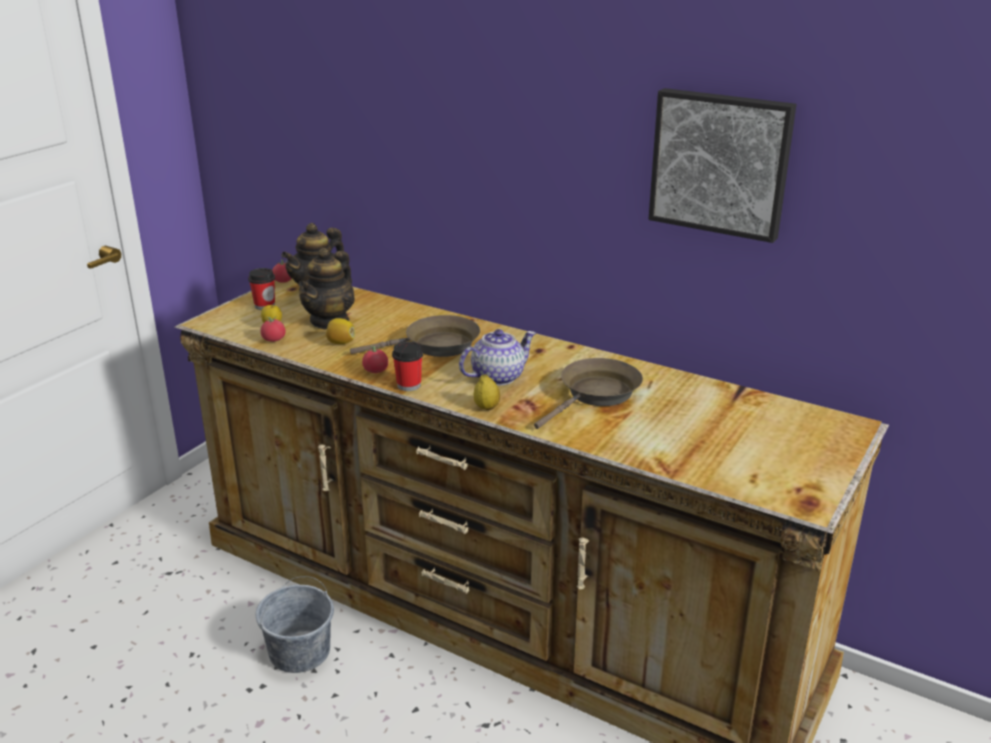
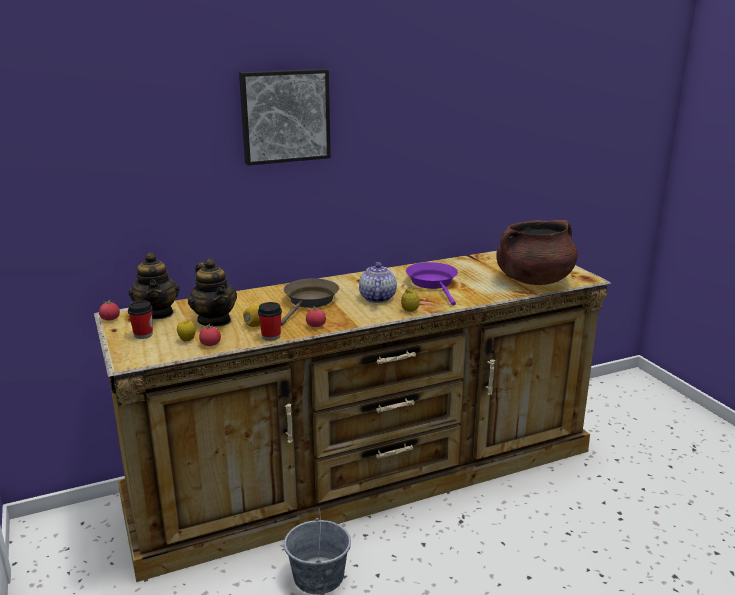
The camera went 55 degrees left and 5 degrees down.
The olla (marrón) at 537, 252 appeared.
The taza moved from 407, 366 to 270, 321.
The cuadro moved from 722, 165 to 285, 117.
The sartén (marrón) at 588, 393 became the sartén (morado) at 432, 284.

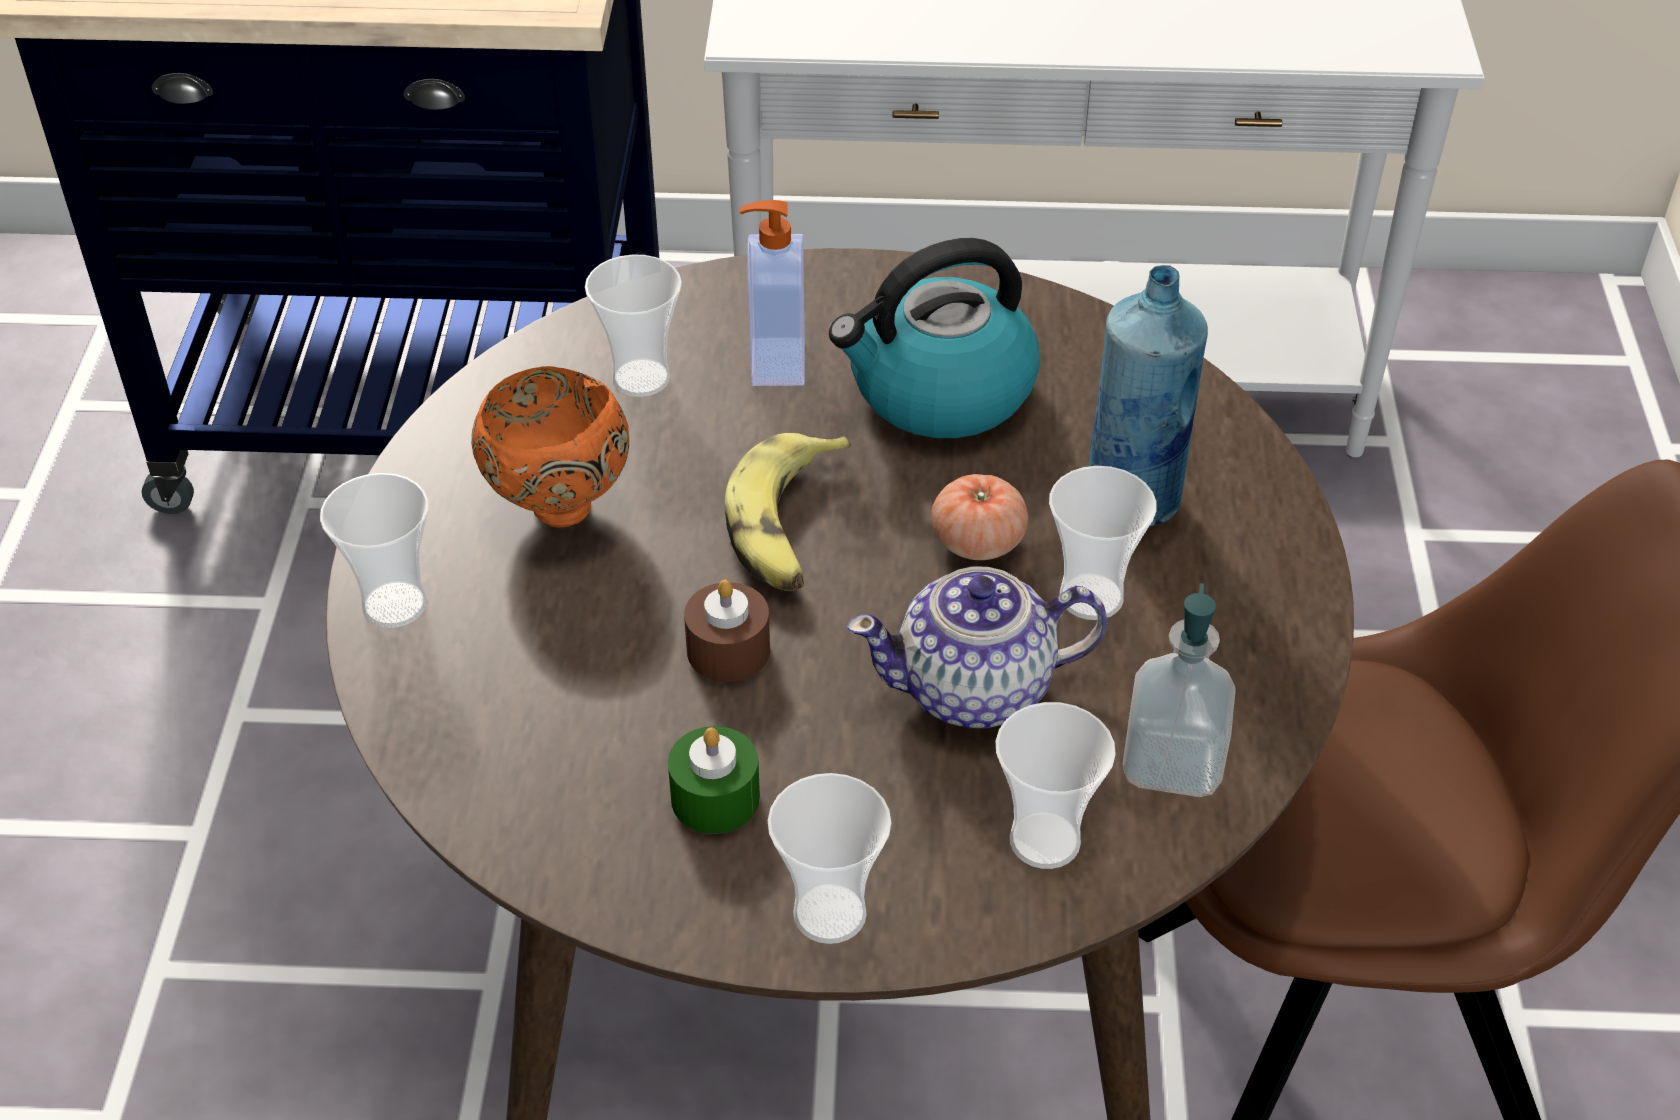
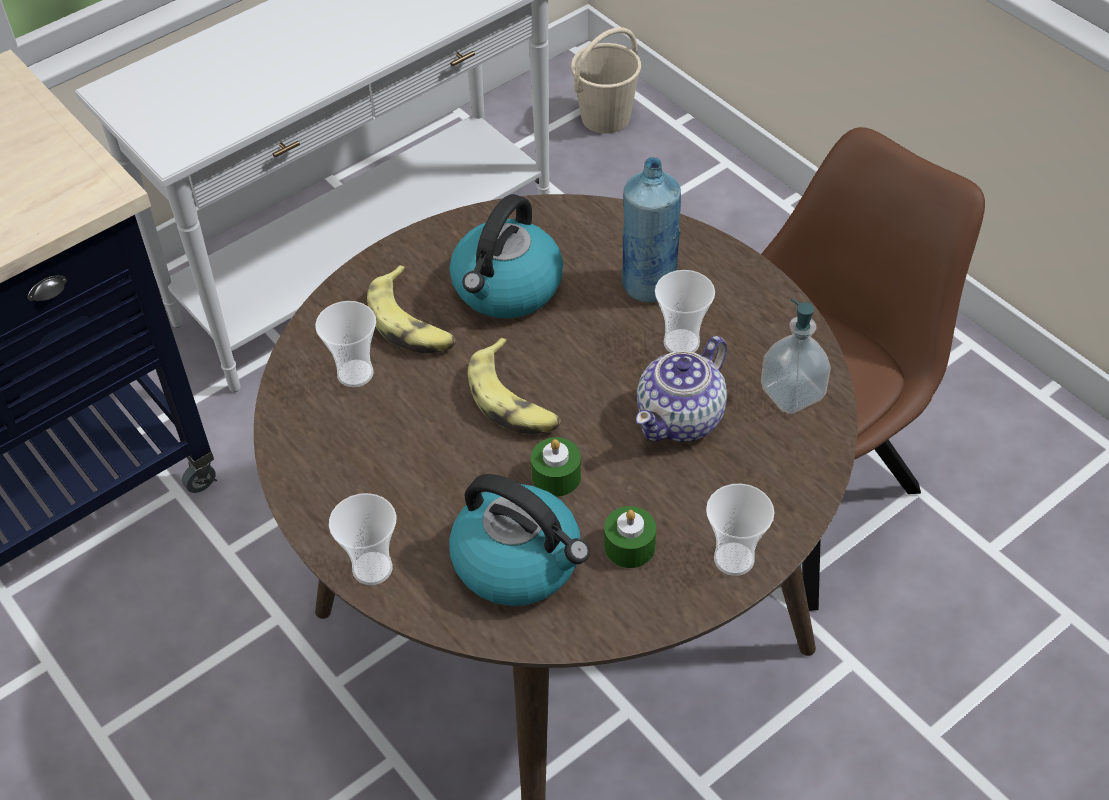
The camera went 40 degrees left and 5 degrees up.
The cuenco (naranja) at 550, 447 disappeared.
The tomate at 980, 517 disappeared.
The taza at 1056, 785 disappeared.
The hervidor at 519, 540 appeared.
The cubo (beis) at 606, 80 appeared.
The dispensador de jabón at 772, 293 was replaced by the plátano at 411, 309.
The vela (marrón) at 727, 631 became the vela (verde) at 556, 467.

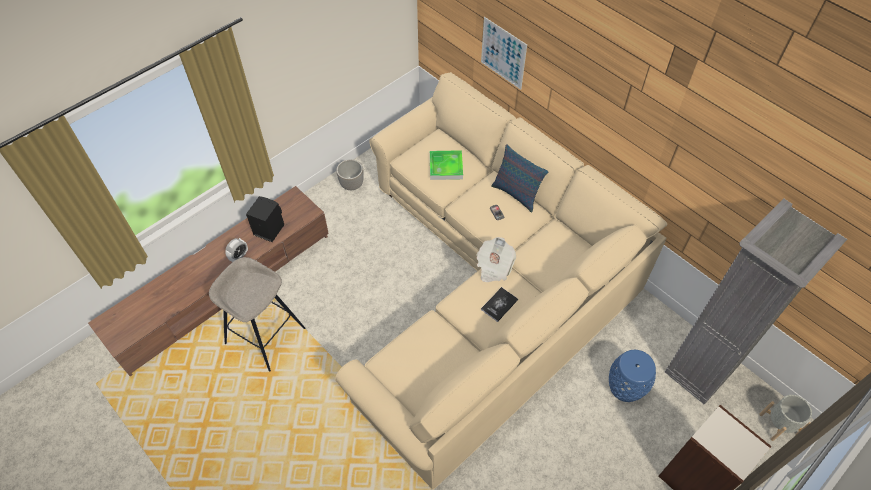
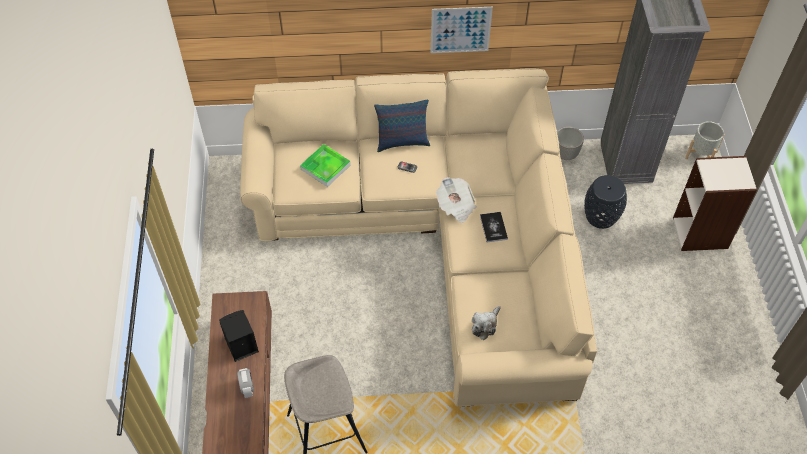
The camera went 50 degrees left and 0 degrees up.
The peluche at 486, 323 appeared.
The maceta moved from 350, 174 to 570, 143.
The cuadro moved from 504, 53 to 462, 30.
The taburete (azul) at 632, 376 became the taburete (negro) at 605, 202.

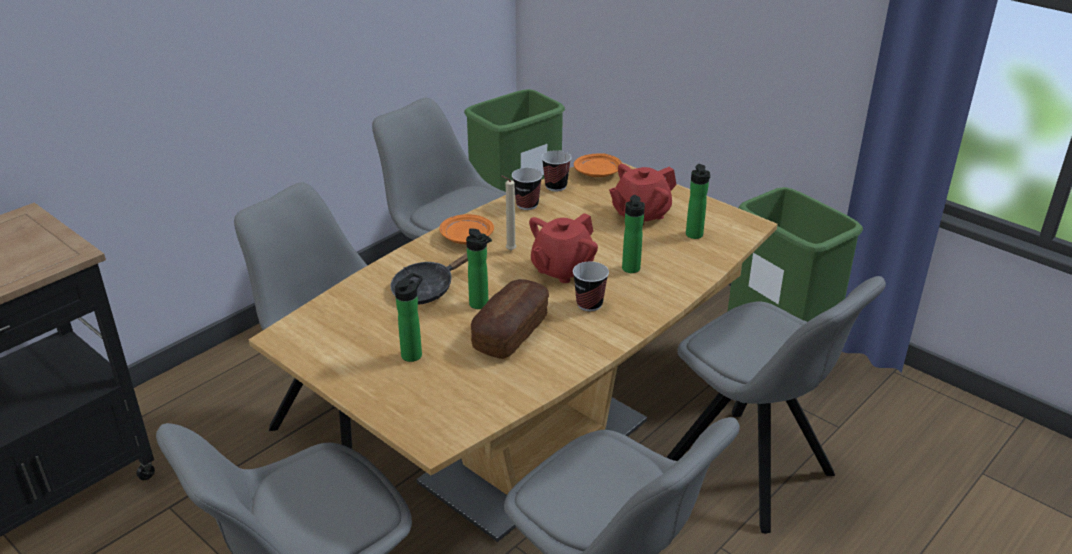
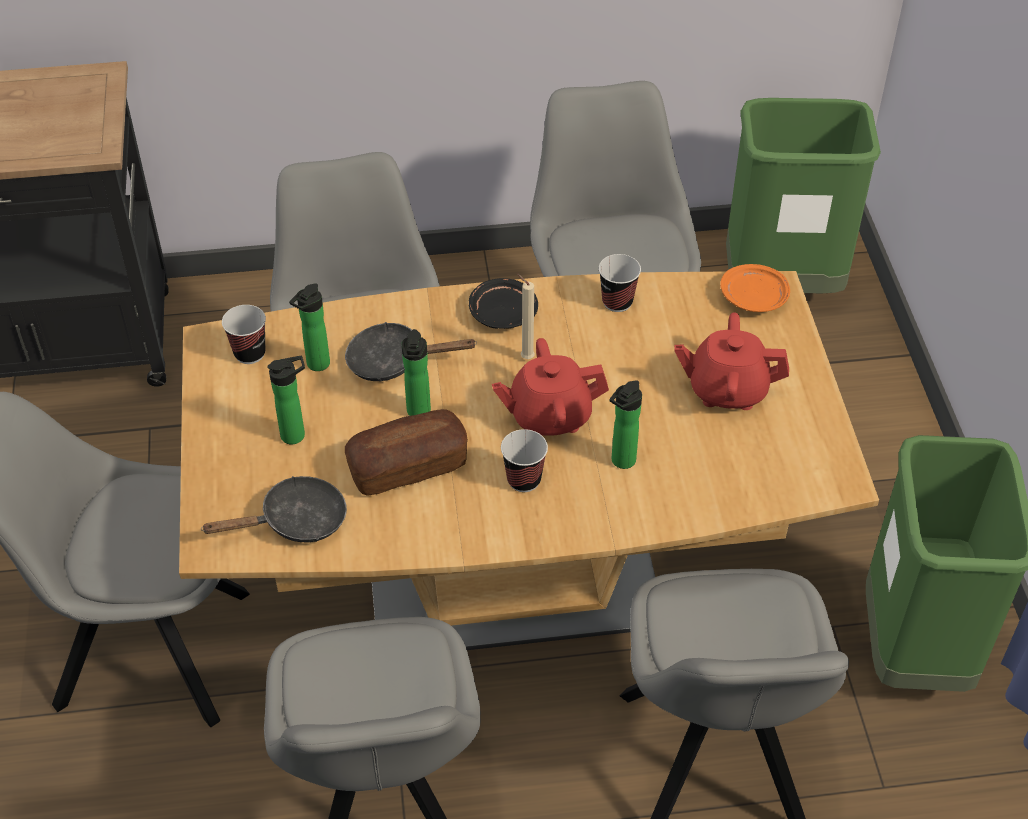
The camera went 40 degrees right and 15 degrees up.
The sartén (negro) at 274, 509 appeared.
The taza moved from 556, 170 to 244, 334.
The botella moved from 698, 201 to 309, 327.
The plato (naranja) at 467, 229 became the plato (negro) at 503, 303.

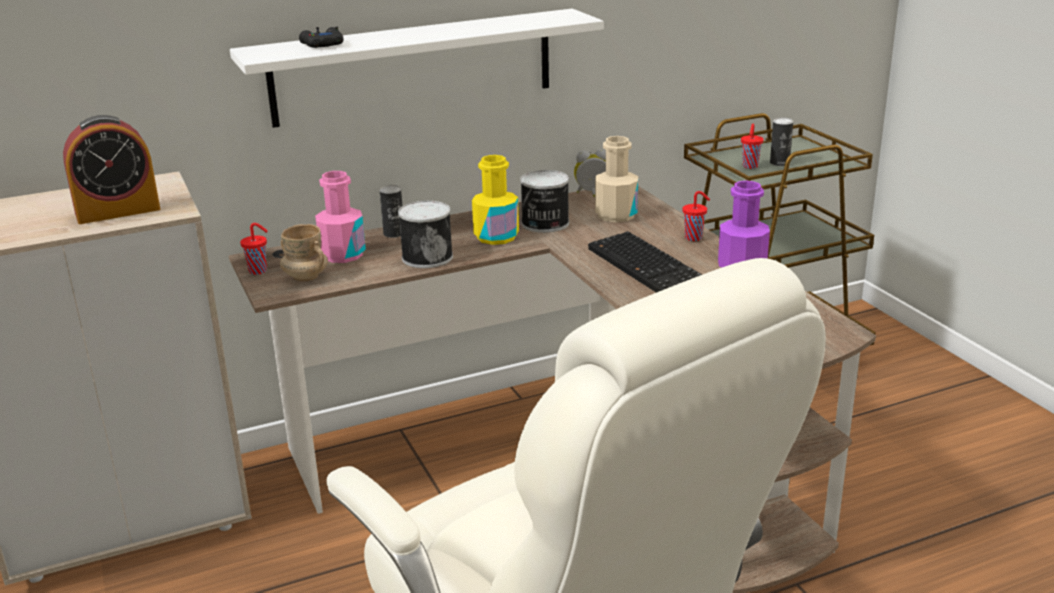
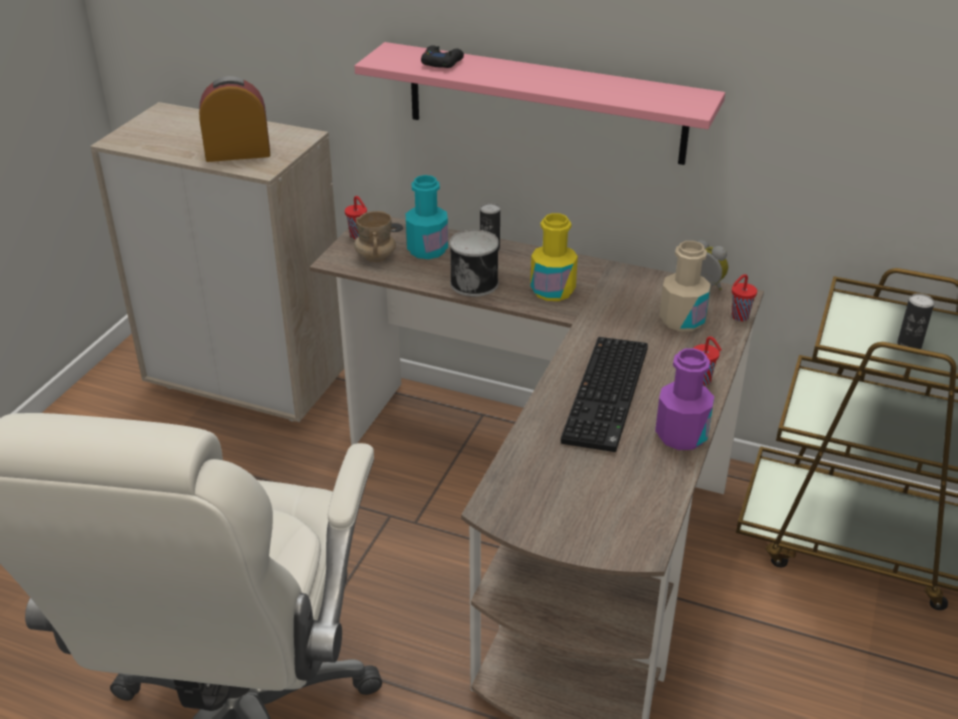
The camera went 45 degrees right and 10 degrees up.
The lata at 544, 201 disappeared.
The taza (rojo) moved from 752, 146 to 744, 297.
The estante (blanco) at 416, 68 became the estante (rosa) at 539, 103.
The botella (rosa) at 340, 217 became the botella (turquesa) at 427, 217.
The despertador at 111, 169 turned 150 degrees clockwise.

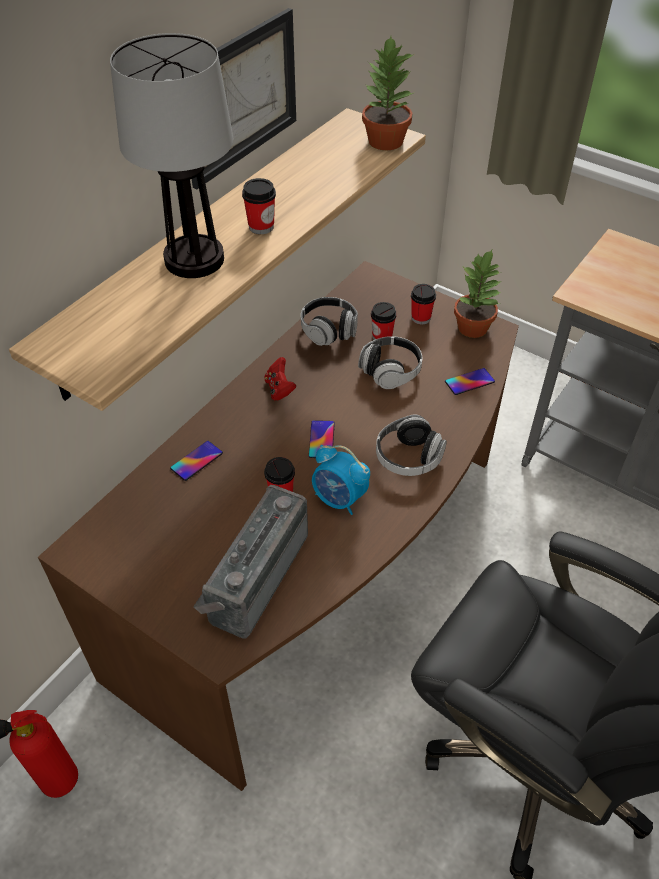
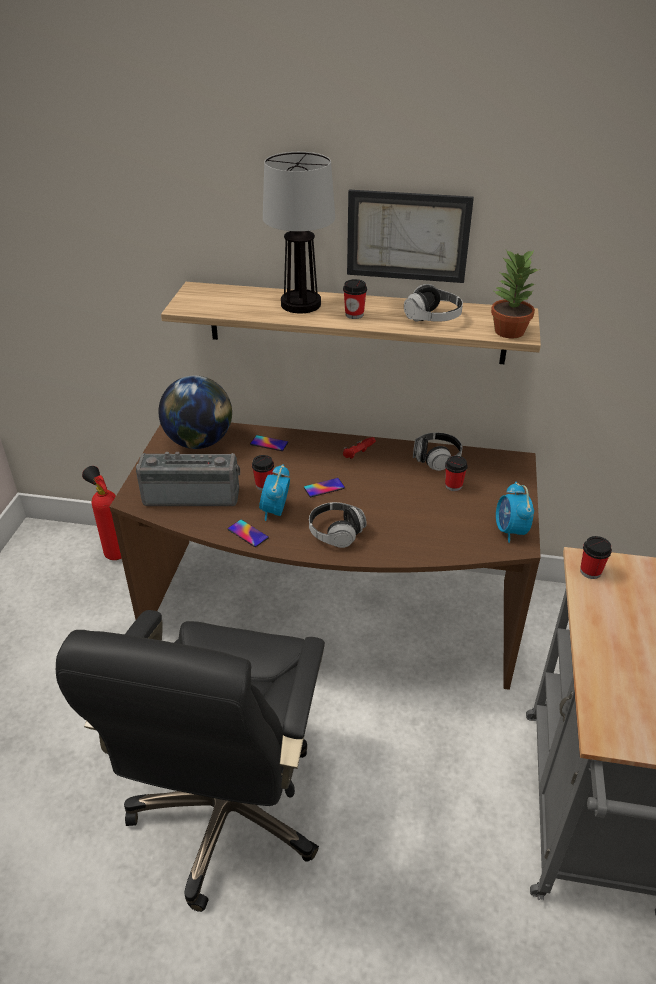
The camera went 65 degrees right and 10 degrees down.
The globo terráqueo at 195, 412 appeared.
The auriculares moved from 390, 362 to 433, 303.
The taza moved from 423, 304 to 596, 557.
The móvil moved from 470, 381 to 248, 533.
The planta en maceta at 477, 294 was replaced by the despertador at 515, 512.

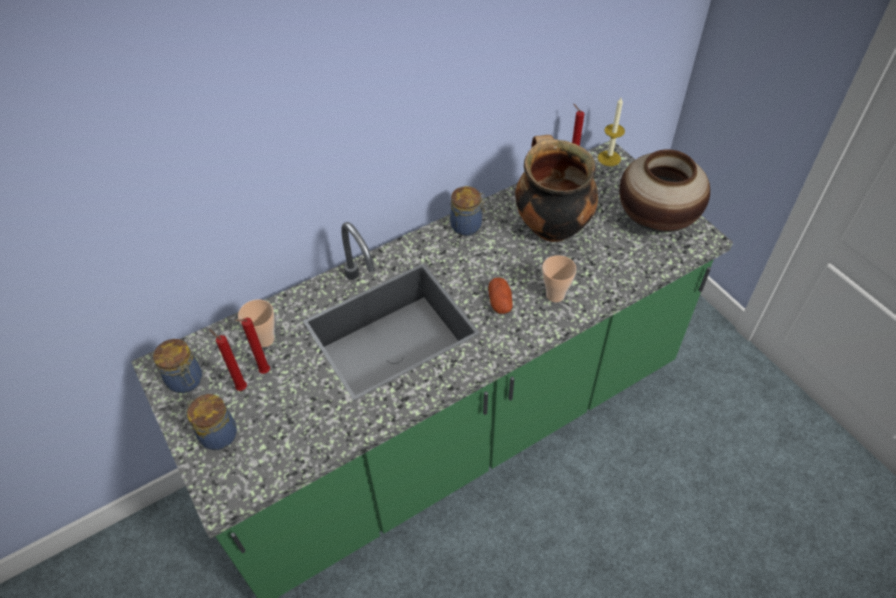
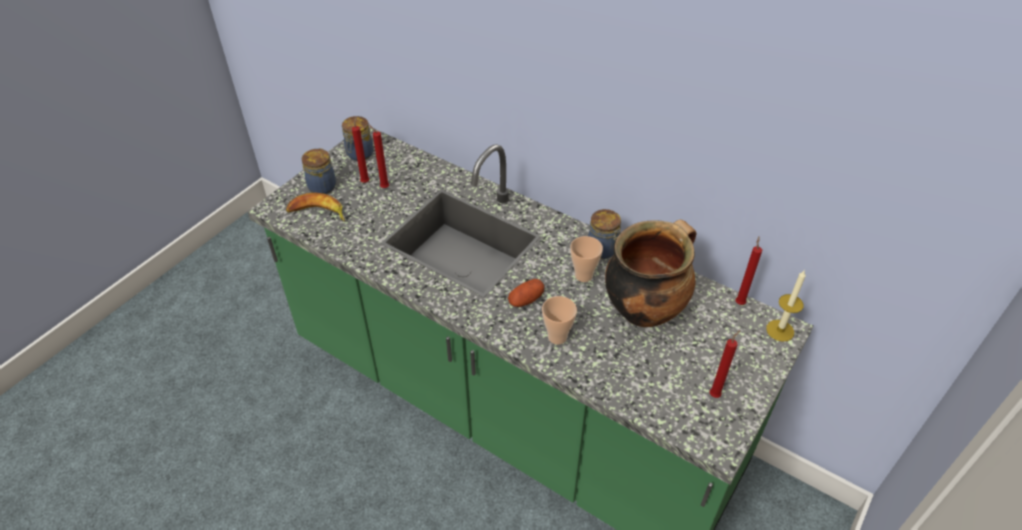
The camera went 65 degrees right and 5 degrees down.
The plátano at 315, 207 appeared.
The taza moved from 256, 323 to 586, 259.
The florero at 664, 190 was replaced by the vela (rojo) at 725, 364.

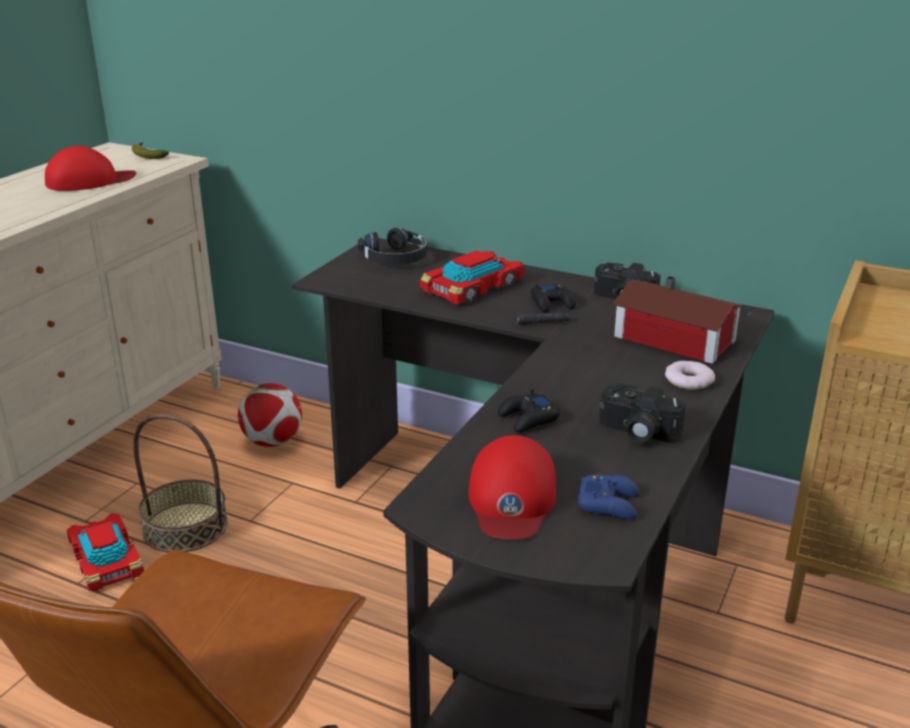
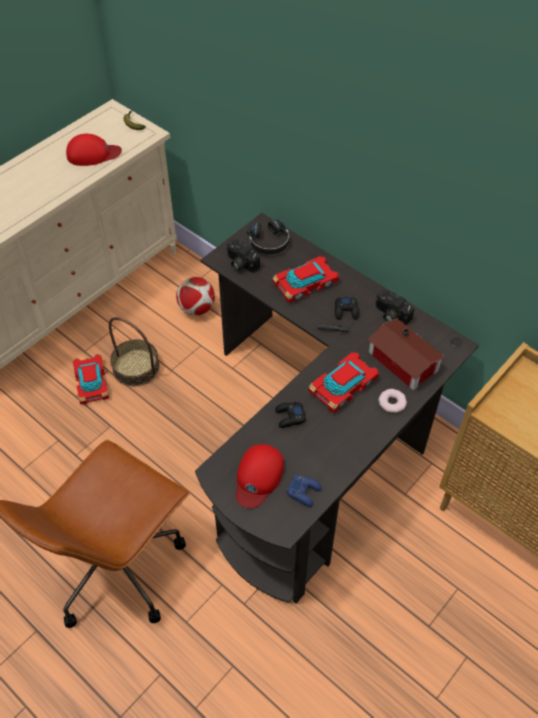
The camera went 15 degrees right and 25 degrees up.
The coche de juguete at 343, 382 appeared.
The cámara moved from 642, 413 to 243, 256.

